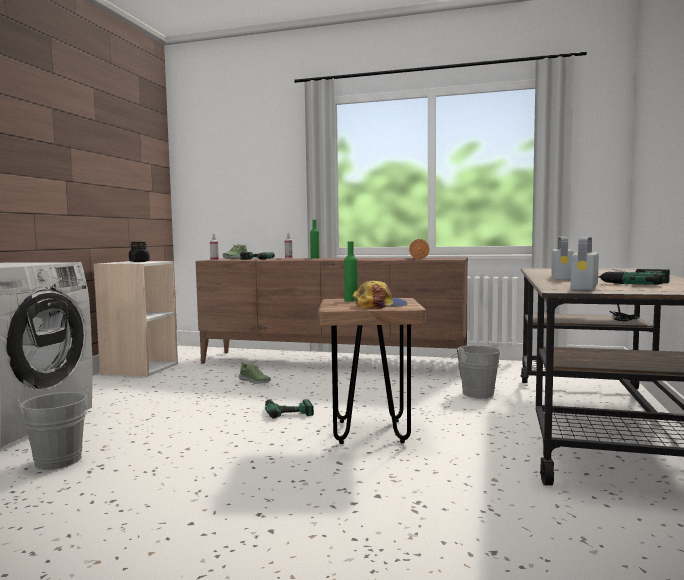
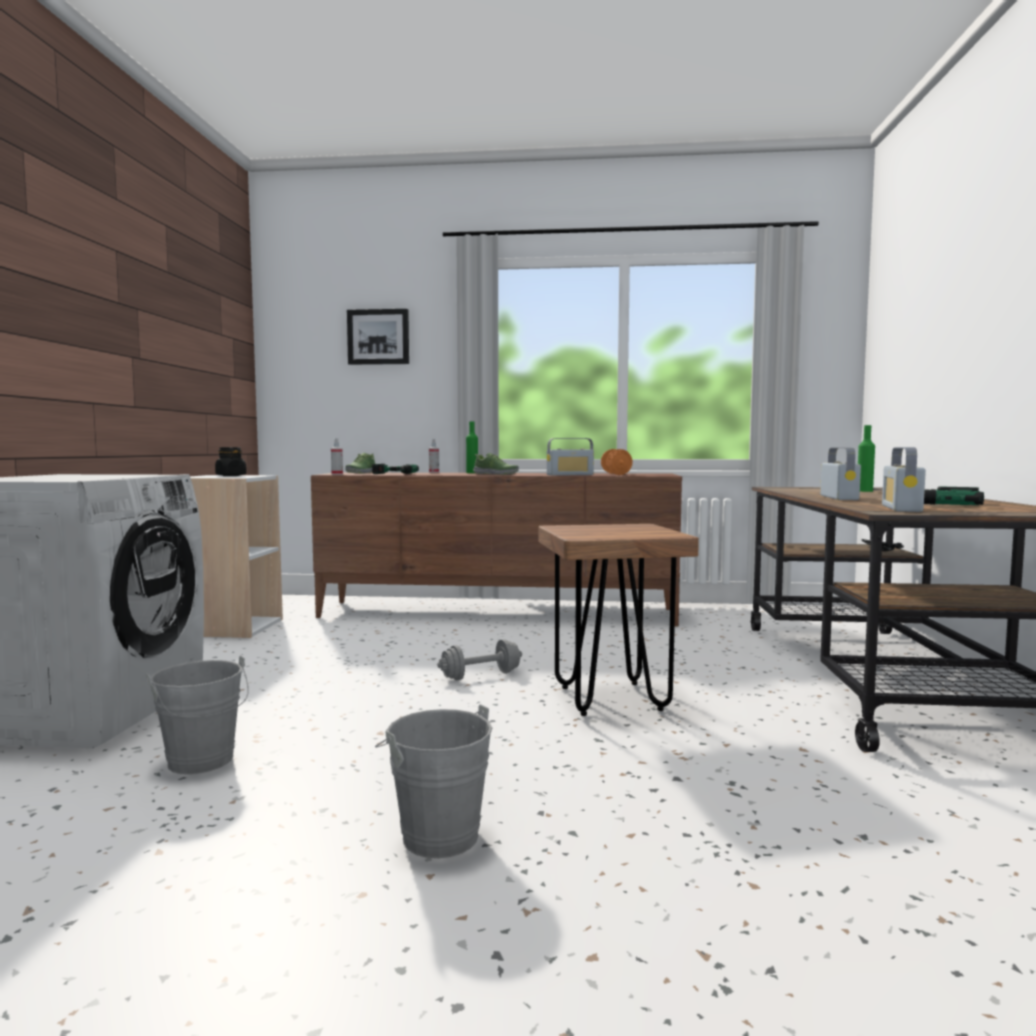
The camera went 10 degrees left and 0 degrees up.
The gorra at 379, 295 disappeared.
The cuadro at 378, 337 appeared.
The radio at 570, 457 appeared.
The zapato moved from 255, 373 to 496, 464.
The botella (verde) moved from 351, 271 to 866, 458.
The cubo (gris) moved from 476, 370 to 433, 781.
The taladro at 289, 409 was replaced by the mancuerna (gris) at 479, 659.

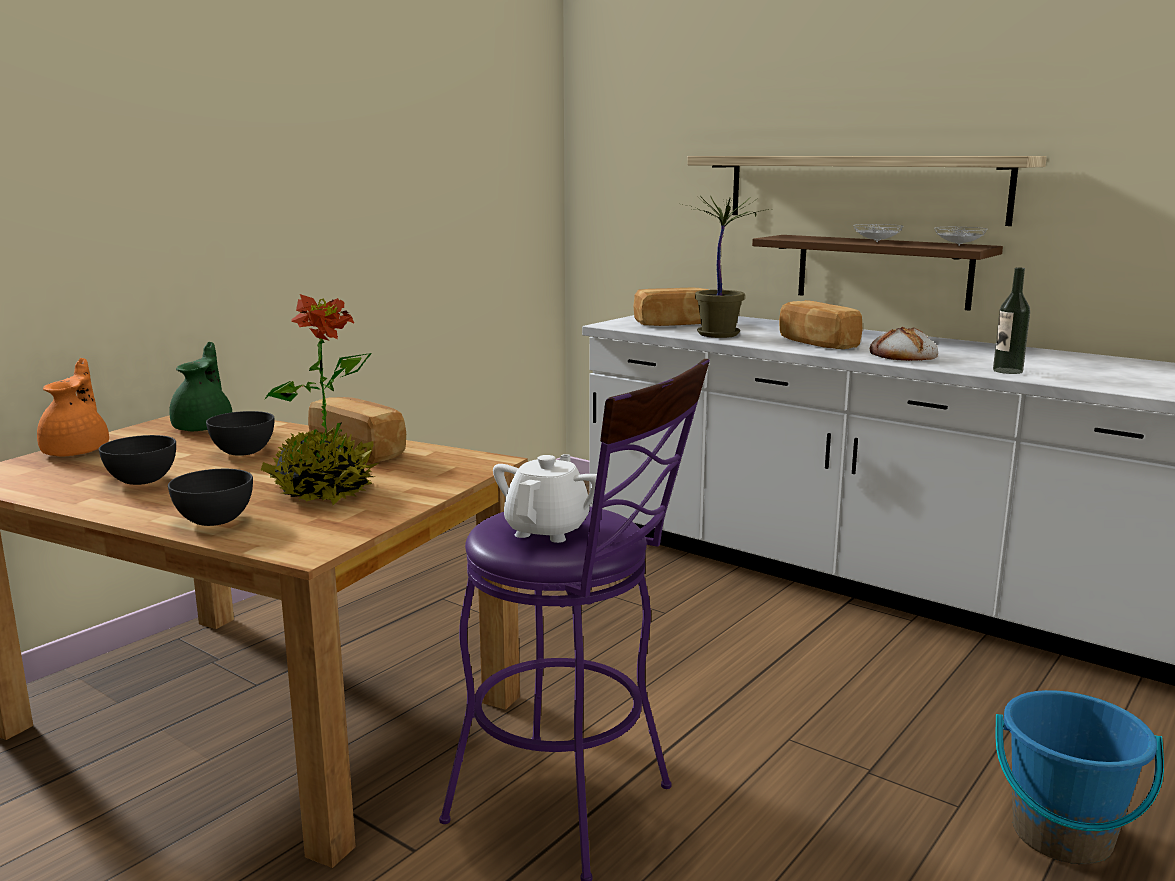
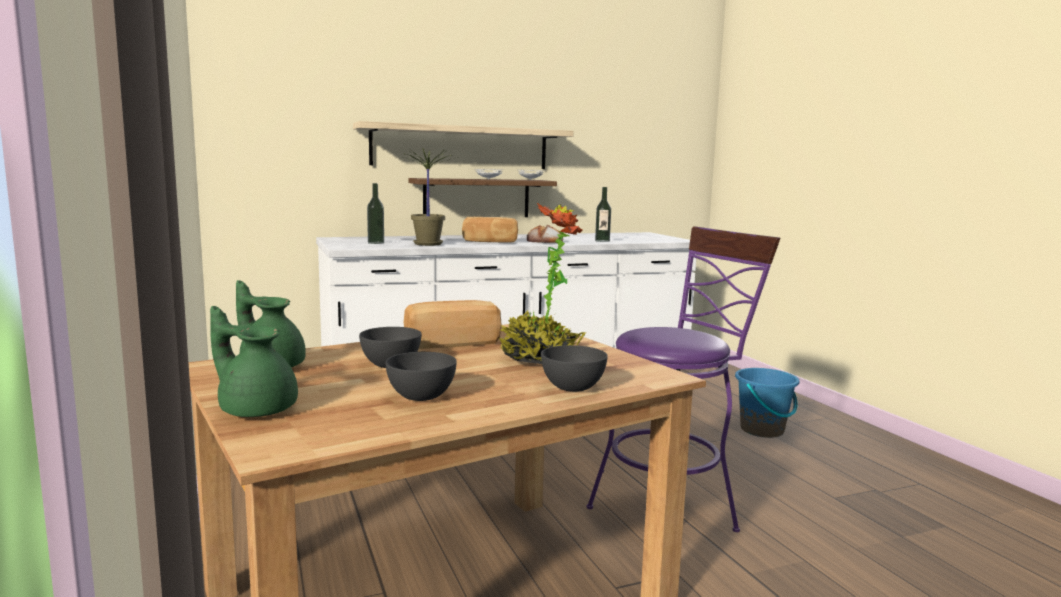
The camera went 60 degrees left and 5 degrees down.
The tetera (blanco) at 545, 498 disappeared.
The pan at 671, 307 was replaced by the botella at 375, 213.
The tetera (naranja) at 73, 407 became the tetera (verde) at 254, 361.

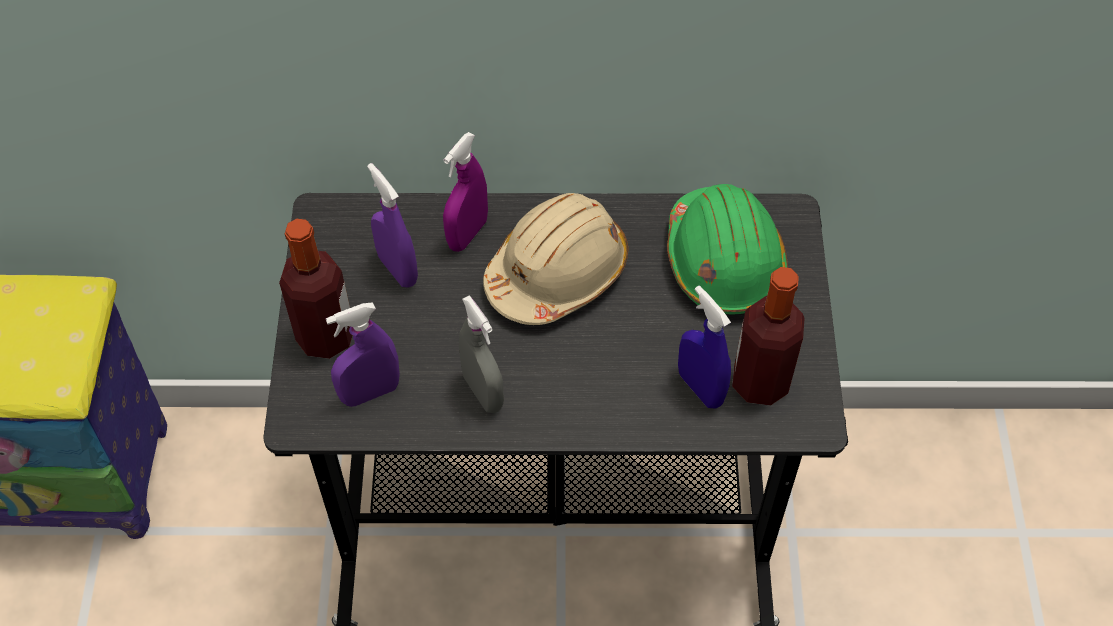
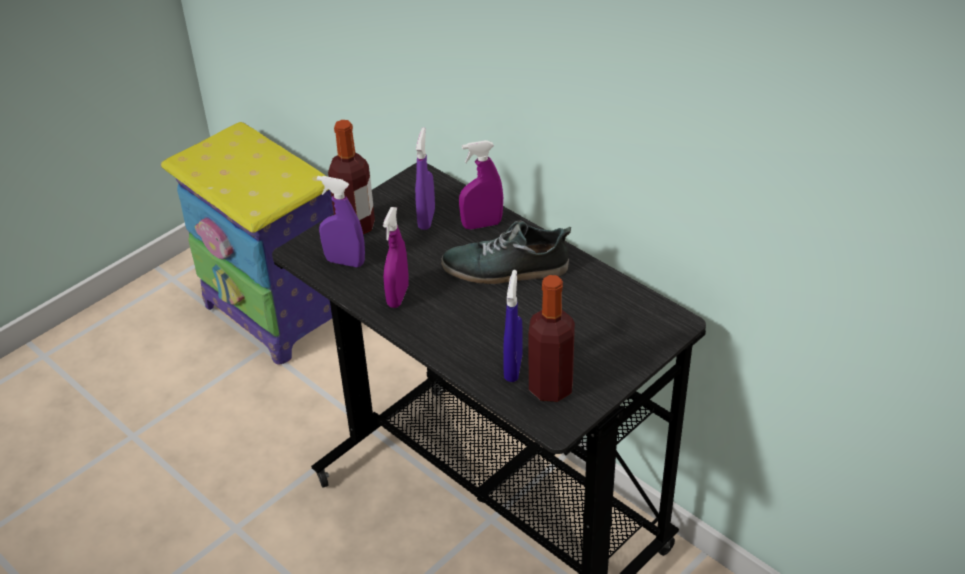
The camera went 45 degrees right and 15 degrees down.
The casco (verde) at 727, 249 disappeared.
The casco (beis) at 555, 259 was replaced by the zapato at 506, 252.
The pulverizador (gris) at 481, 354 became the pulverizador (morado) at 396, 257.

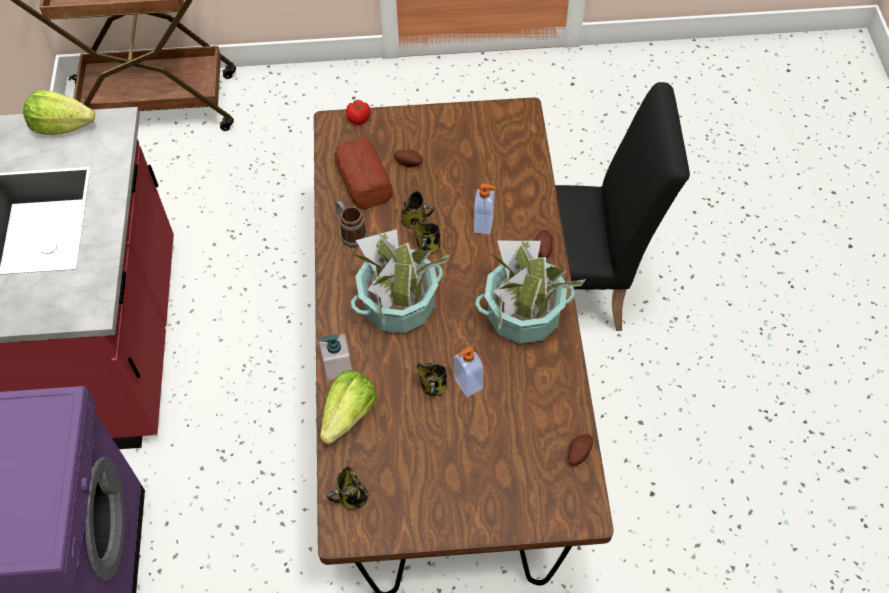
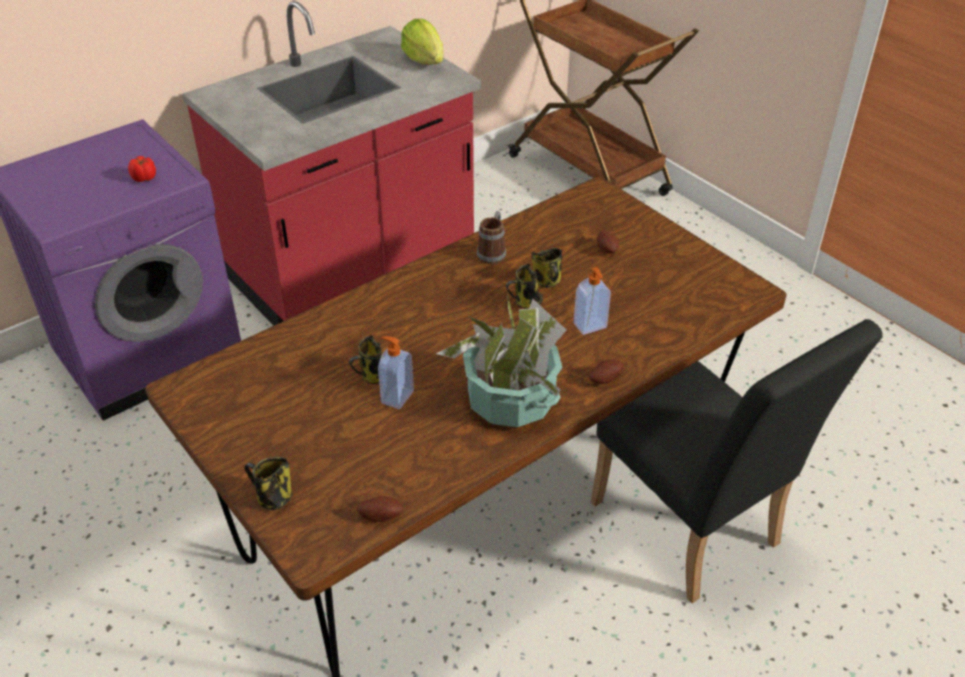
The camera went 55 degrees right and 15 degrees down.
The dispensador de jabón at 335, 357 disappeared.
The lechuga at 348, 407 disappeared.
The pan at 363, 173 disappeared.
The planta en maceta at 400, 281 disappeared.
The taza grande moved from 347, 488 to 268, 483.
The tomate moved from 358, 112 to 142, 169.

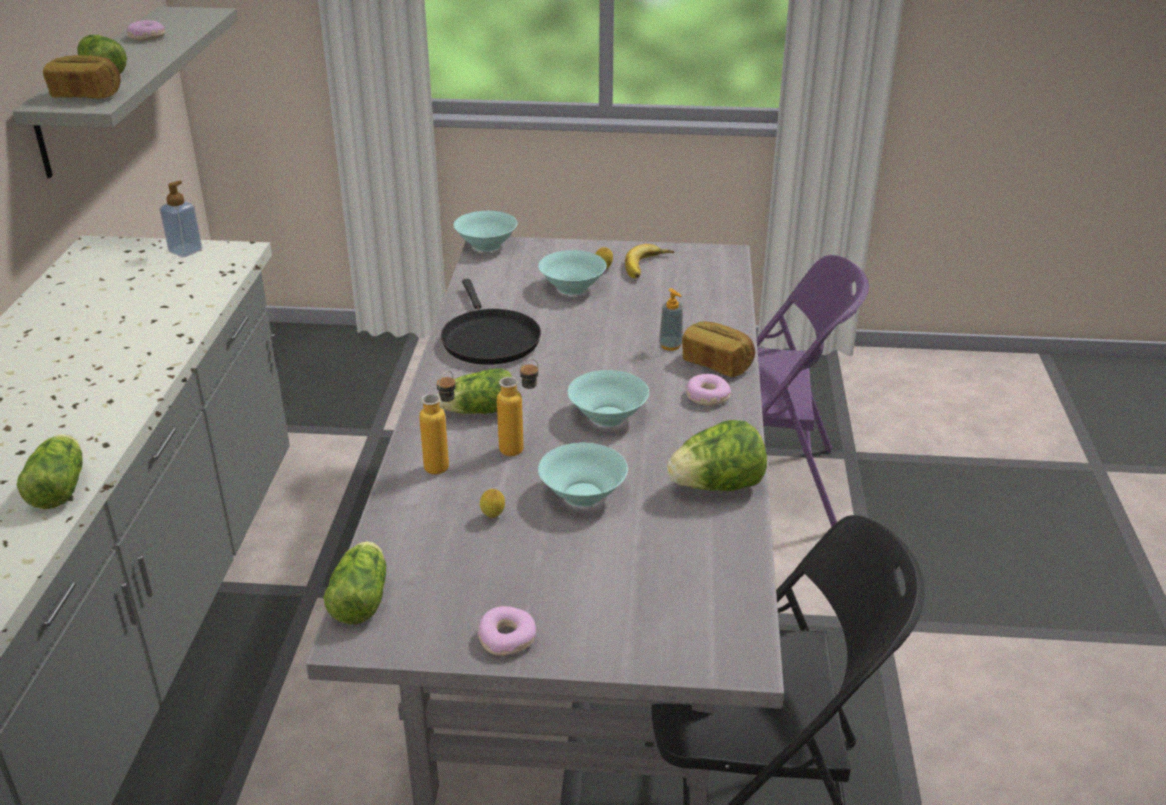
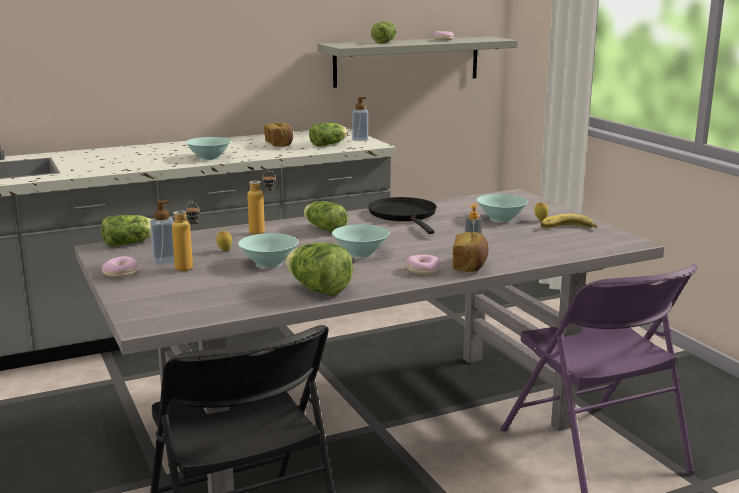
The camera went 60 degrees right and 15 degrees down.
The dispensador de jabón at 162, 232 appeared.
The lechuga moved from 50, 471 to 328, 134.
The pan moved from 81, 77 to 278, 134.
The cuenco (turquesa) moved from 485, 231 to 208, 148.
The botella moved from 518, 407 to 186, 236.
The sartén (negro) at 491, 322 turned 120 degrees clockwise.

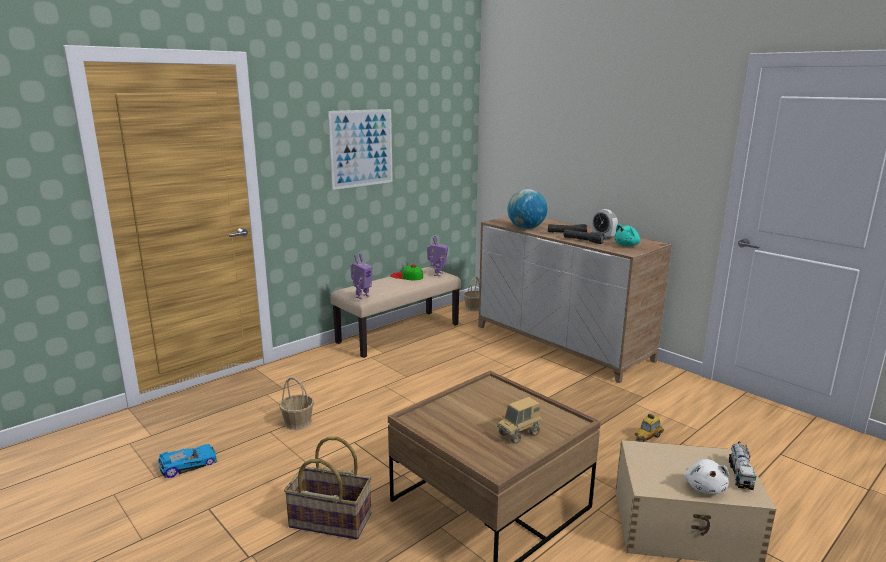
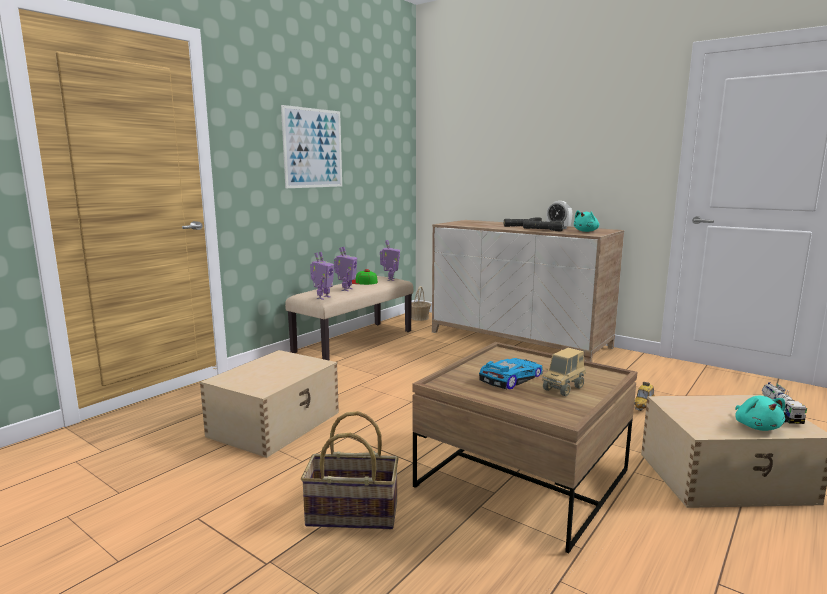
The camera went 10 degrees left and 5 degrees down.
The globo terráqueo at 527, 209 disappeared.
The robot de juguete at 345, 269 appeared.
The coche de juguete moved from 187, 461 to 511, 373.
The cesta at 296, 403 was replaced by the caja de almacenaje (beis) at 269, 404.
The peluche (blanco) at 707, 476 became the peluche (turquesa) at 760, 413.

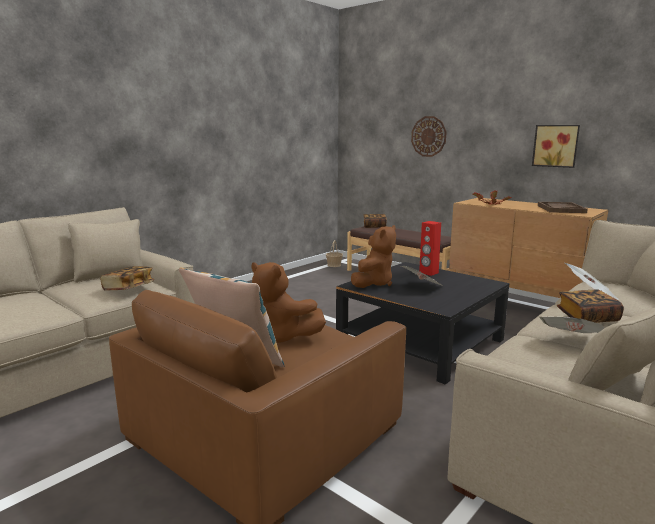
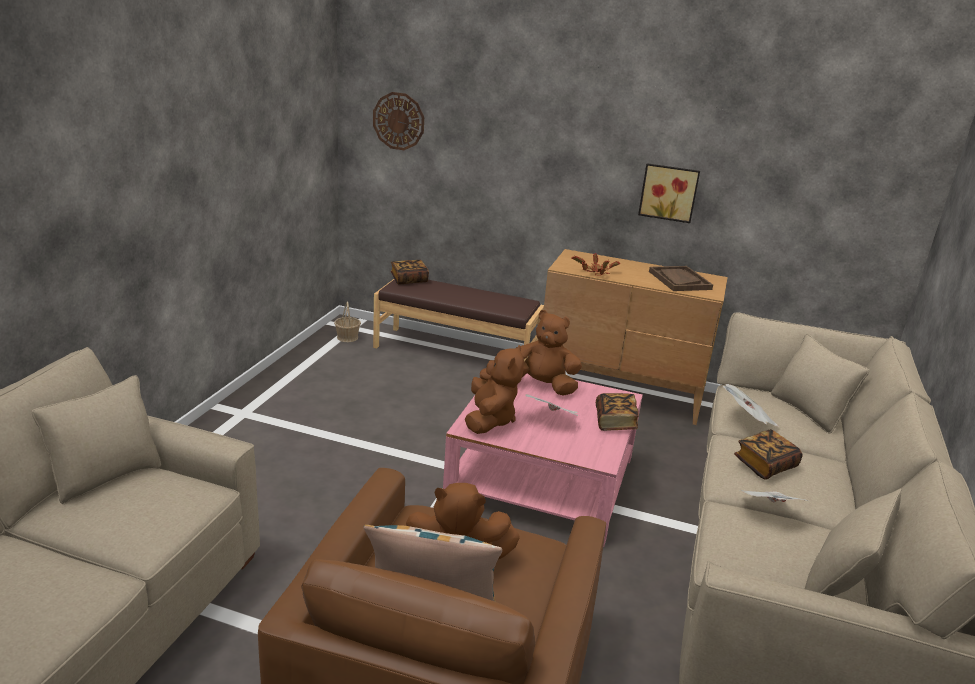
The camera went 25 degrees left and 10 degrees up.
The libro moved from 127, 278 to 617, 412.
The reloj de pared moved from 429, 136 to 398, 121.
The altavoz (rojo) at 430, 248 was replaced by the peluche (marrón) at 548, 353.
The mesa de centro (negro) at 422, 323 became the mesa de centro (rosa) at 543, 460.

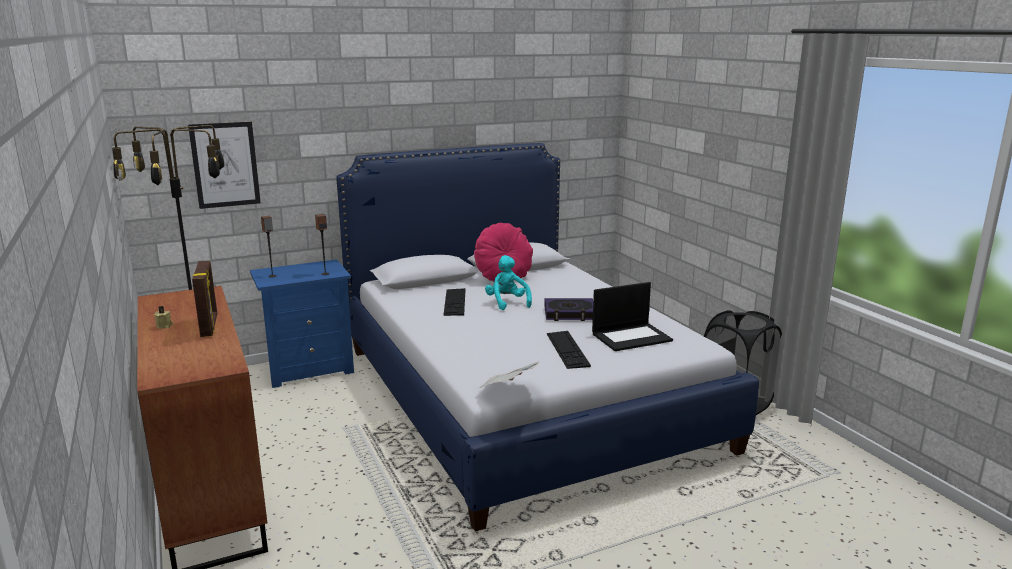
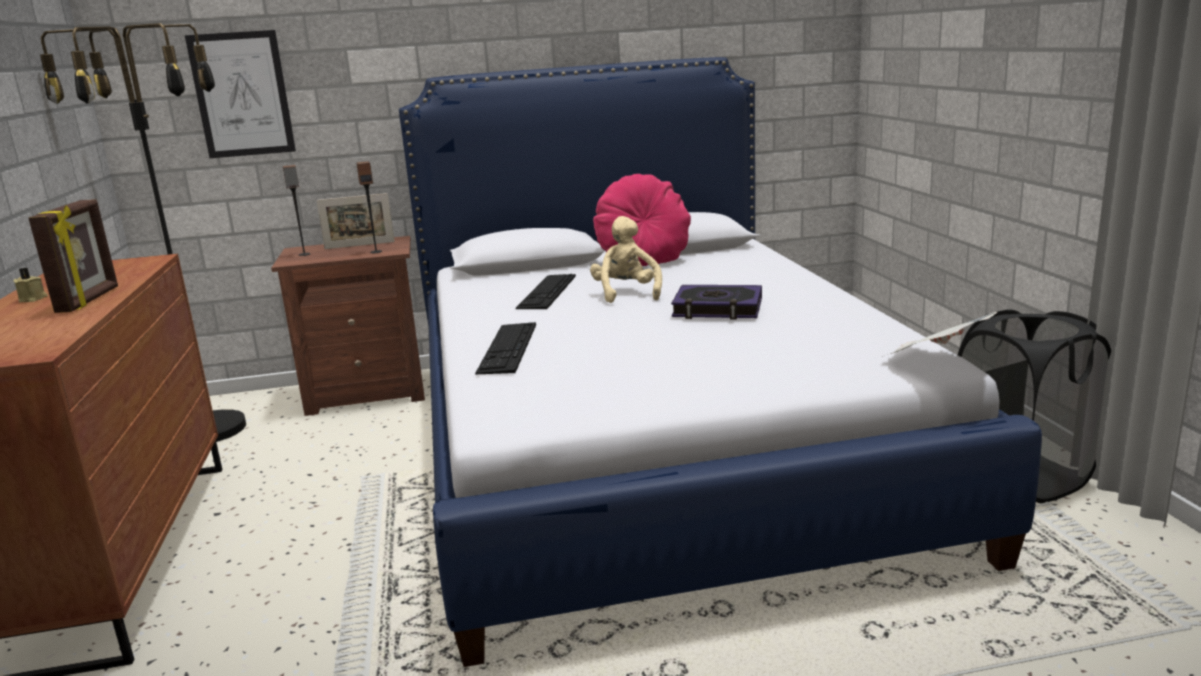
The camera went 15 degrees right and 0 degrees up.
The portátil at 632, 316 disappeared.
The portarretratos at 355, 221 appeared.
The periódico moved from 509, 374 to 940, 334.
The teclado moved from 569, 350 to 505, 348.
The mesita de noche (azul) at 302, 323 became the mesita de noche (marrón) at 348, 326.
The peluche (turquesa) at 508, 282 became the peluche (beis) at 626, 259.

